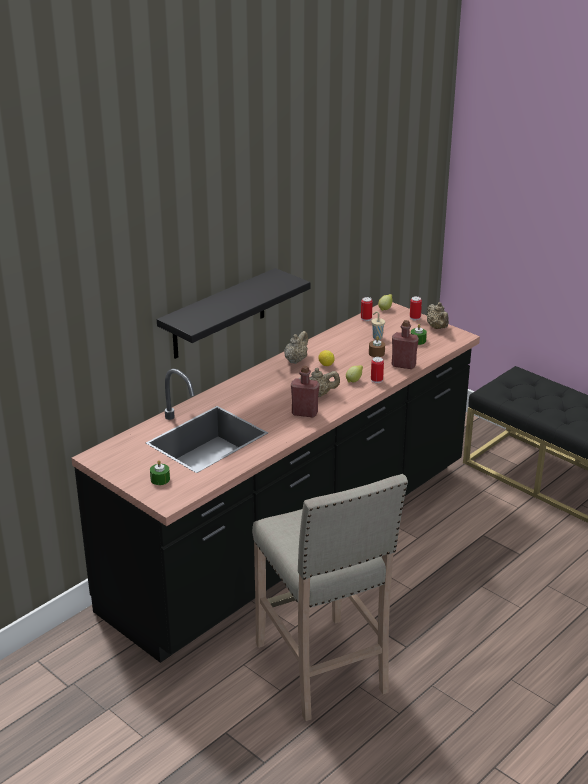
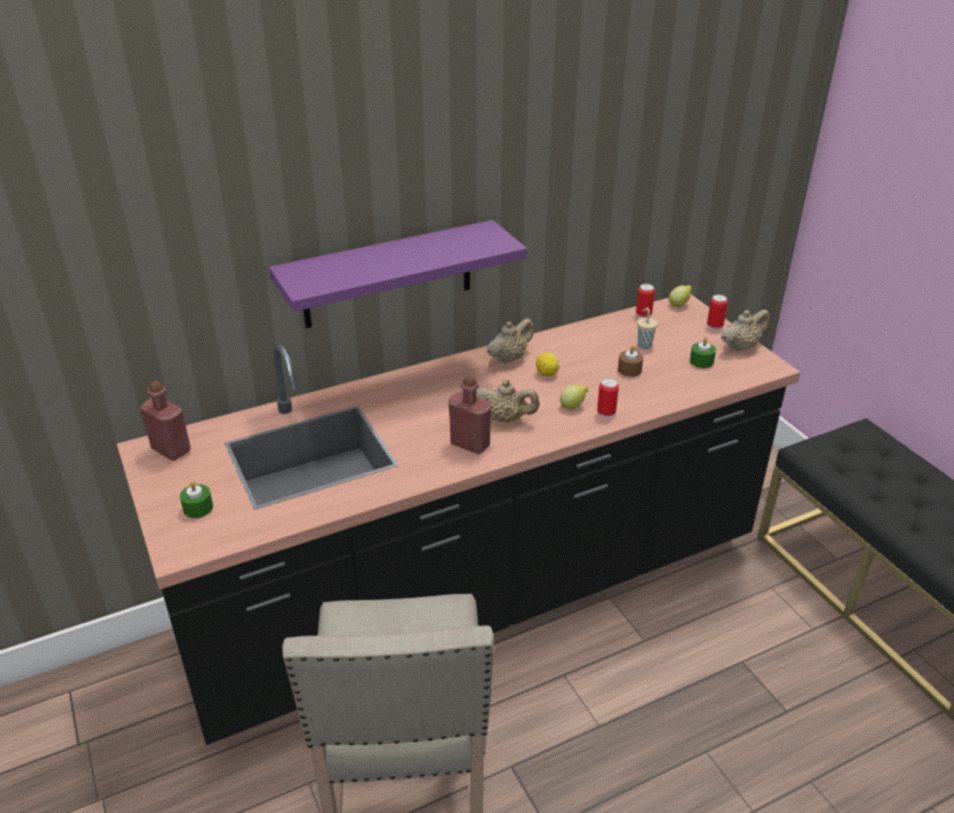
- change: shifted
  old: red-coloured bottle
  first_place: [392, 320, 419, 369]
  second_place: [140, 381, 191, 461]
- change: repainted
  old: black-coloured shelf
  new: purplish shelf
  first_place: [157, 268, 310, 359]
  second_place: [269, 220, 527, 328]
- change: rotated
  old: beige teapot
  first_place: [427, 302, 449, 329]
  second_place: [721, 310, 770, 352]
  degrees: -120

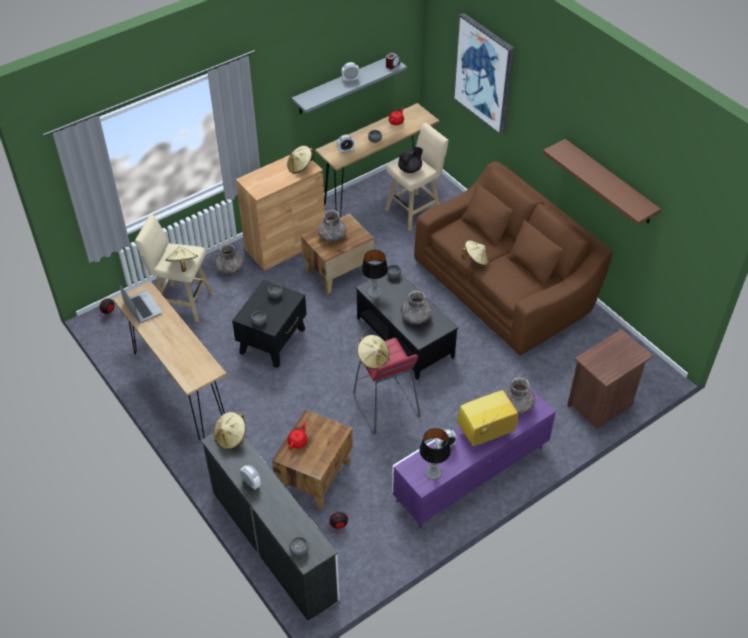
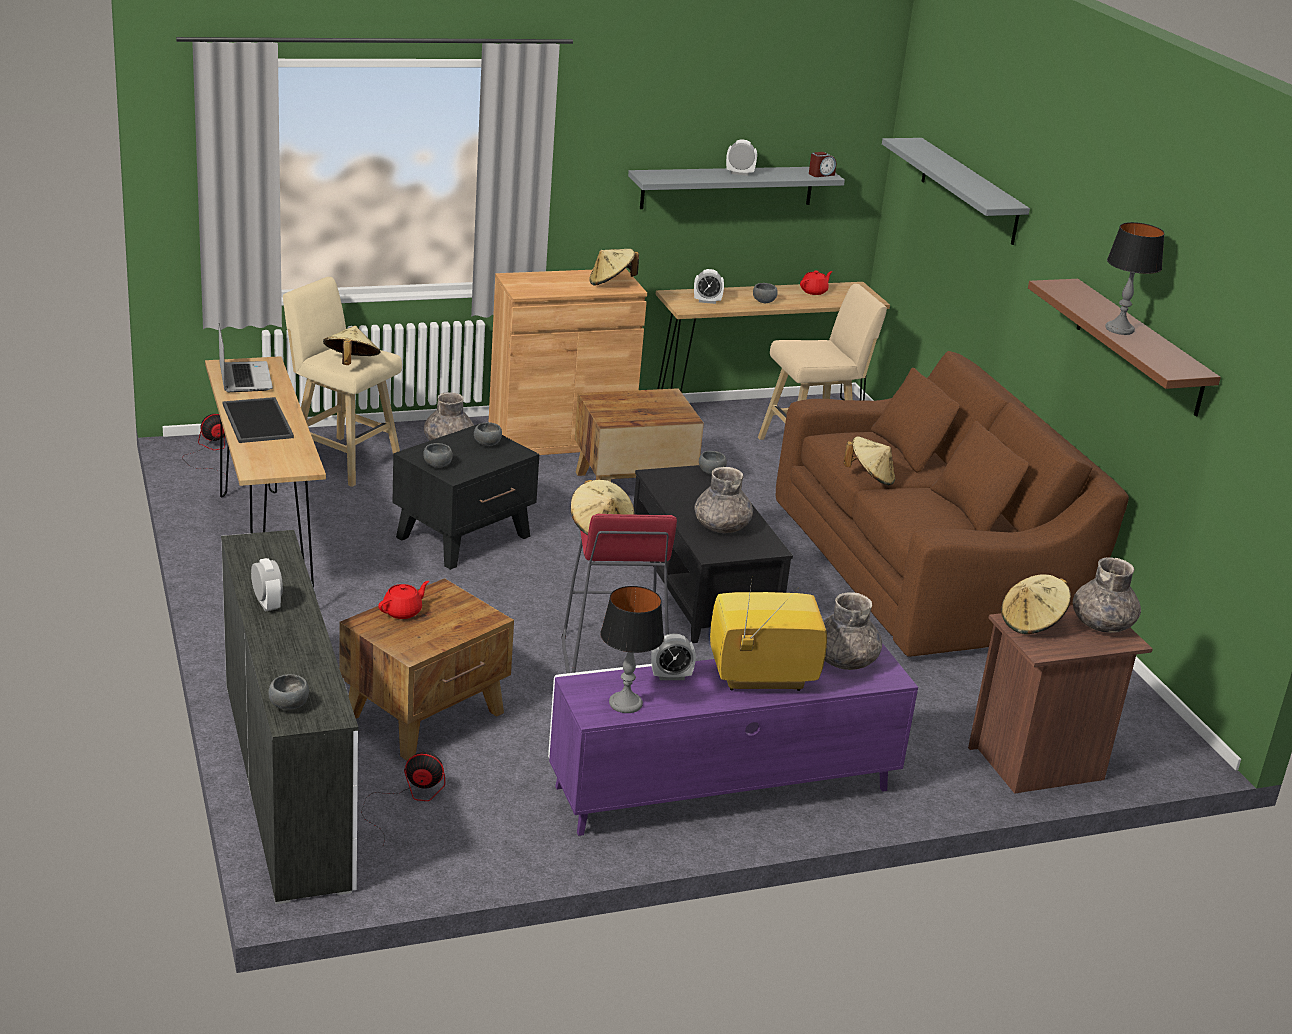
- change: new
  new: tray
  second_place: [222, 397, 294, 443]
- change: swapped
  old: picture
  new: gray shelf
  first_place: [453, 13, 514, 134]
  second_place: [882, 138, 1030, 245]
- change: shifted
  old: beige clothing hat
  first_place: [214, 412, 246, 450]
  second_place: [1001, 574, 1071, 634]
- change: shifted
  old: gray decorative vase
  first_place: [318, 210, 346, 242]
  second_place: [1073, 557, 1141, 633]
- change: shifted
  old: table lamp
  first_place: [362, 250, 388, 298]
  second_place: [1105, 222, 1165, 335]
- change: gone
  old: black-coloured teapot
  first_place: [398, 147, 423, 173]

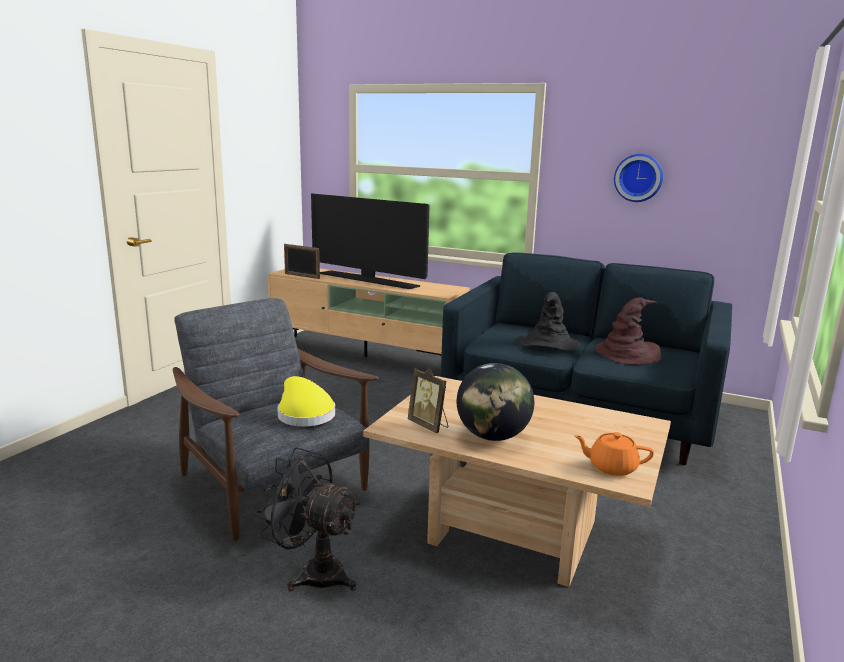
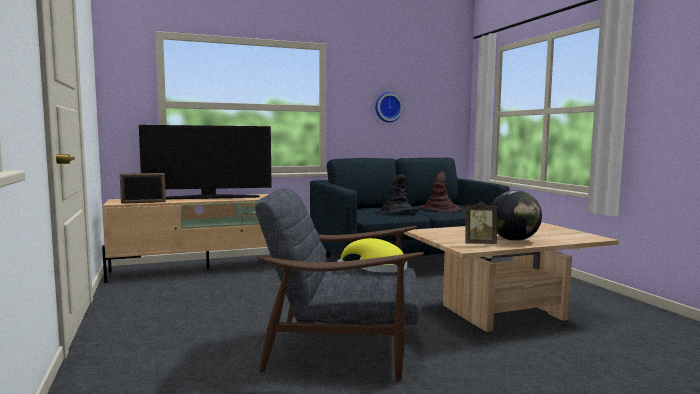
- change: gone
  old: black-coloured electric fan
  first_place: [254, 447, 360, 591]
- change: gone
  old: orange-coloured teapot
  first_place: [574, 432, 654, 476]

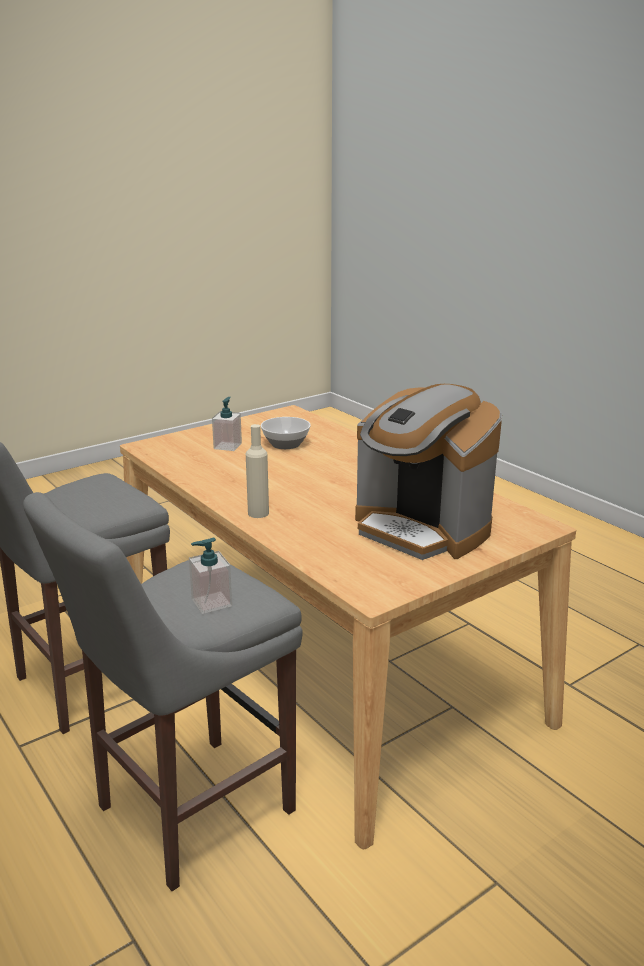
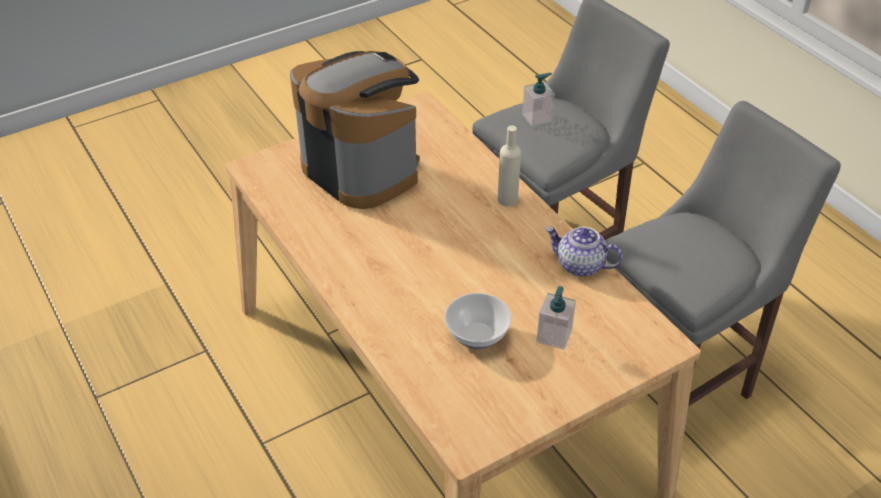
- change: new
  new: teapot
  second_place: [545, 227, 623, 277]

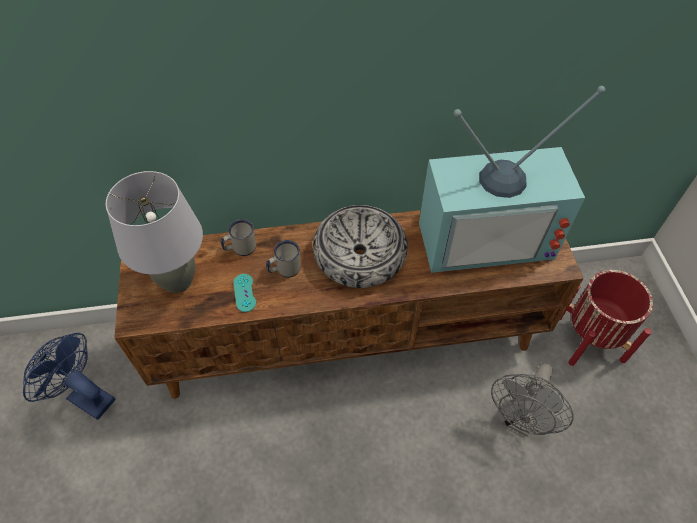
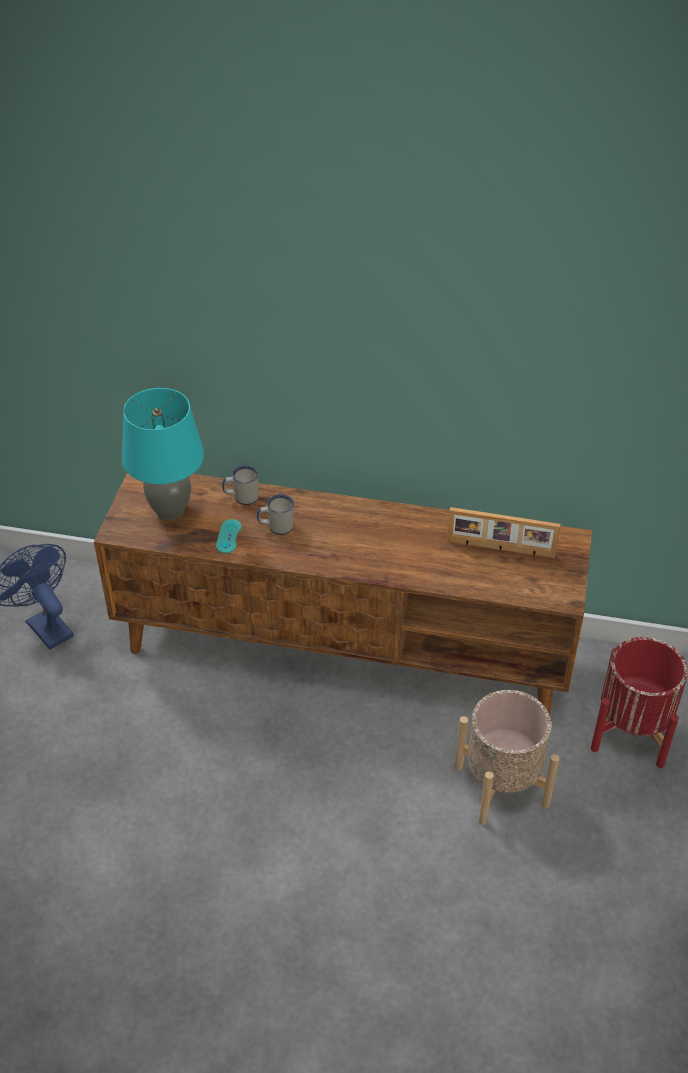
- change: repainted
  old: gray table lamp
  new: blue-green table lamp
  first_place: [106, 171, 203, 293]
  second_place: [122, 388, 204, 520]
- change: swapped
  old: television
  new: photo frame
  first_place: [419, 86, 605, 273]
  second_place: [447, 507, 560, 558]
- change: swapped
  old: gray electric fan
  new: beige planter
  first_place: [491, 363, 574, 437]
  second_place: [455, 690, 560, 825]
- change: gone
  old: deep dish
  first_place: [313, 205, 408, 288]

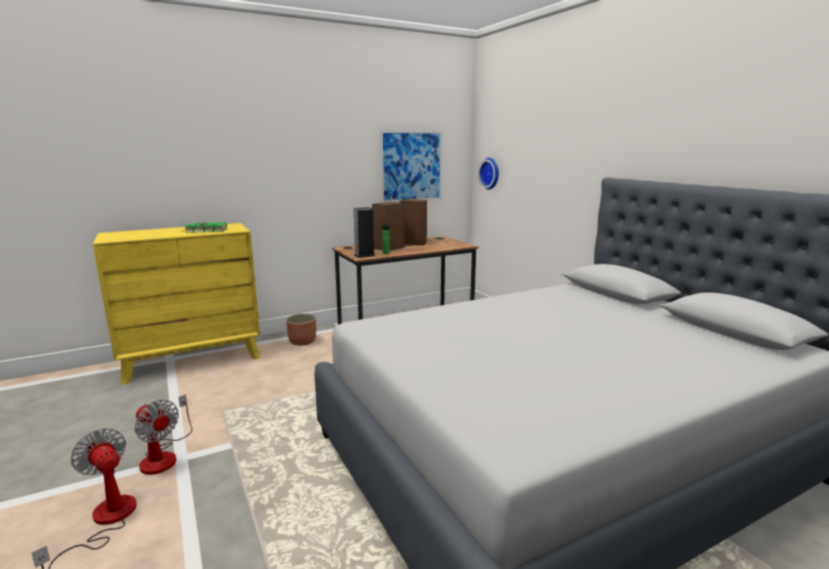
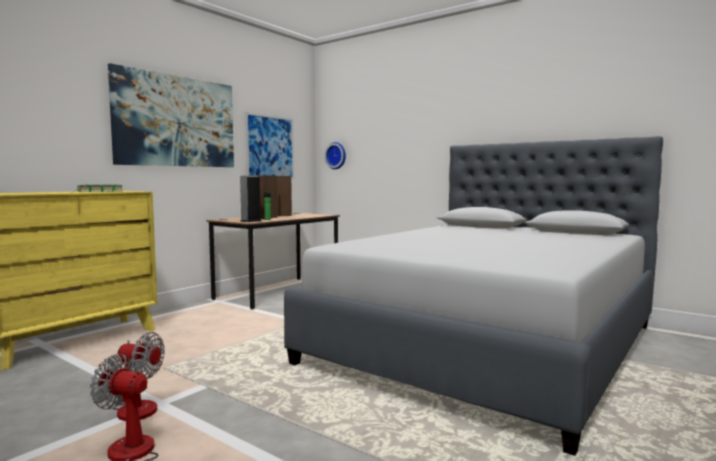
- change: new
  new: picture
  second_place: [108, 63, 234, 167]
- change: gone
  old: planter
  first_place: [286, 314, 316, 346]

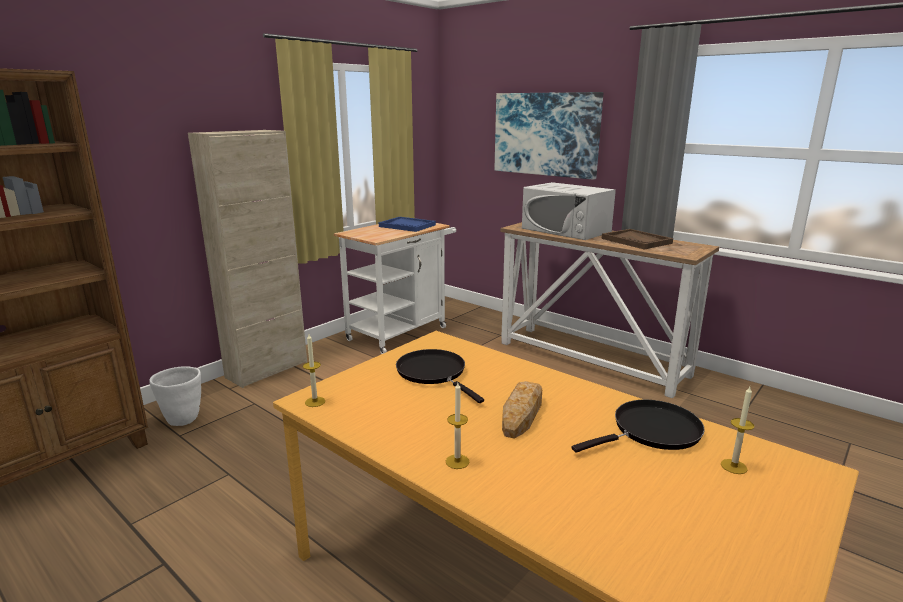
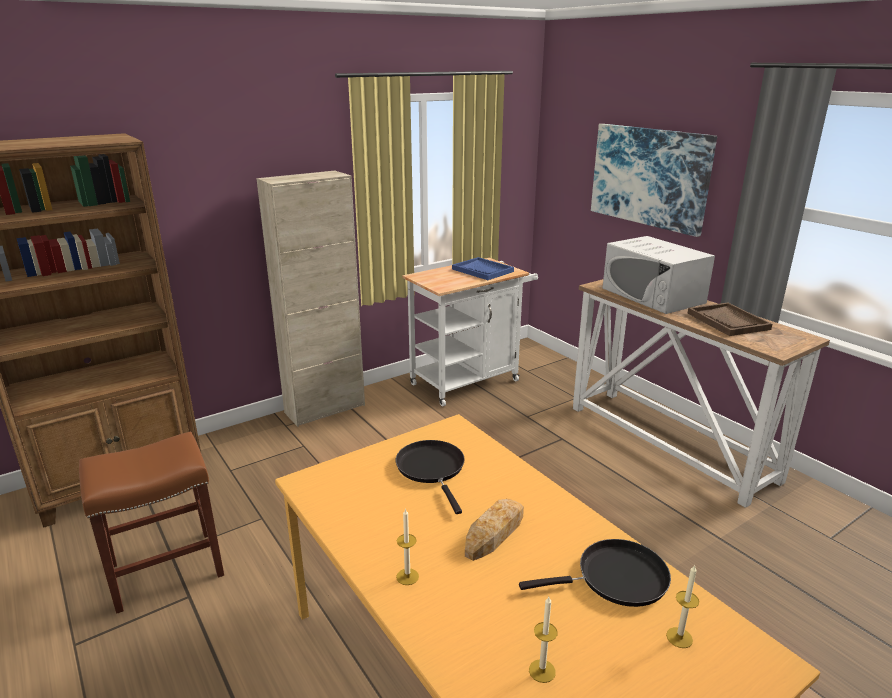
- change: new
  new: brownish stool
  second_place: [79, 432, 224, 614]
- change: shifted
  old: wax light
  first_place: [303, 334, 325, 407]
  second_place: [529, 597, 557, 683]
- change: gone
  old: white-coloured planter
  first_place: [149, 366, 201, 426]

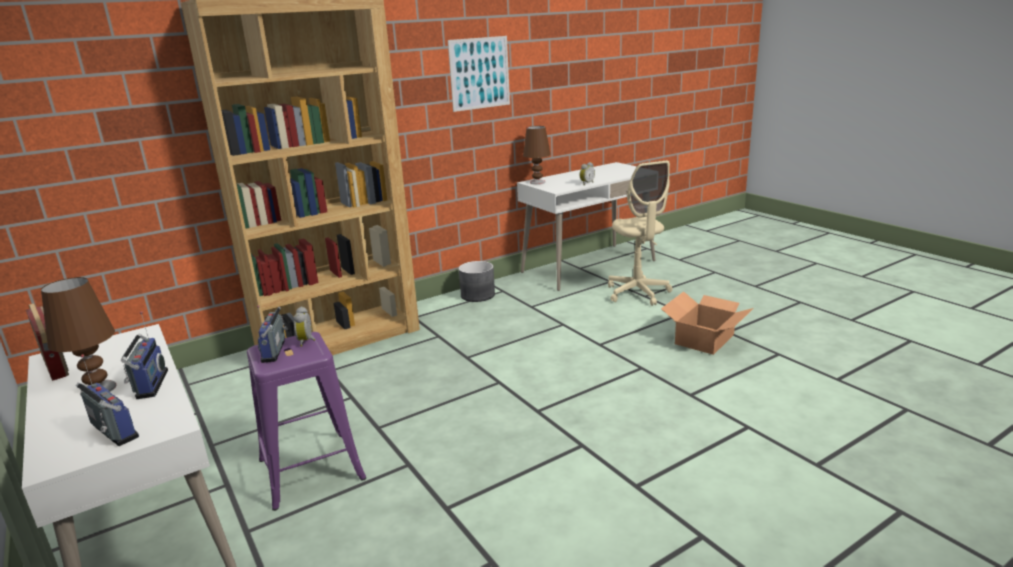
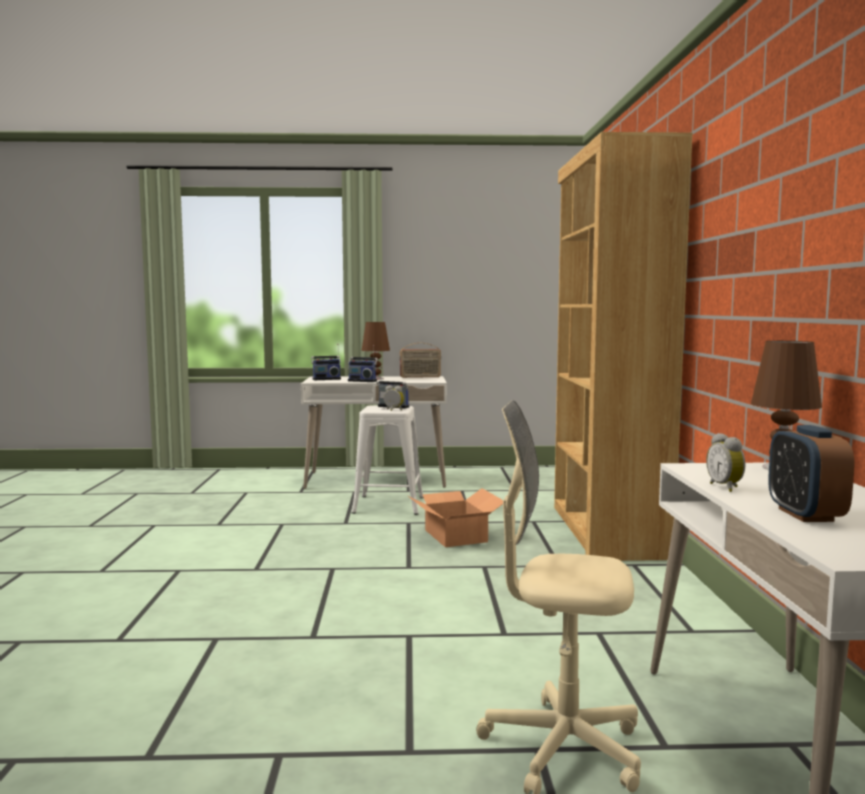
- change: repainted
  old: purplish stool
  new: white-coloured stool
  first_place: [247, 332, 366, 511]
  second_place: [352, 405, 423, 515]
- change: shifted
  old: cardboard box
  first_place: [661, 292, 754, 355]
  second_place: [408, 488, 503, 547]
- change: new
  new: table clock
  second_place: [768, 425, 854, 522]
- change: gone
  old: picture
  first_place: [448, 36, 510, 112]
- change: gone
  old: gray planter
  first_place: [458, 261, 495, 302]

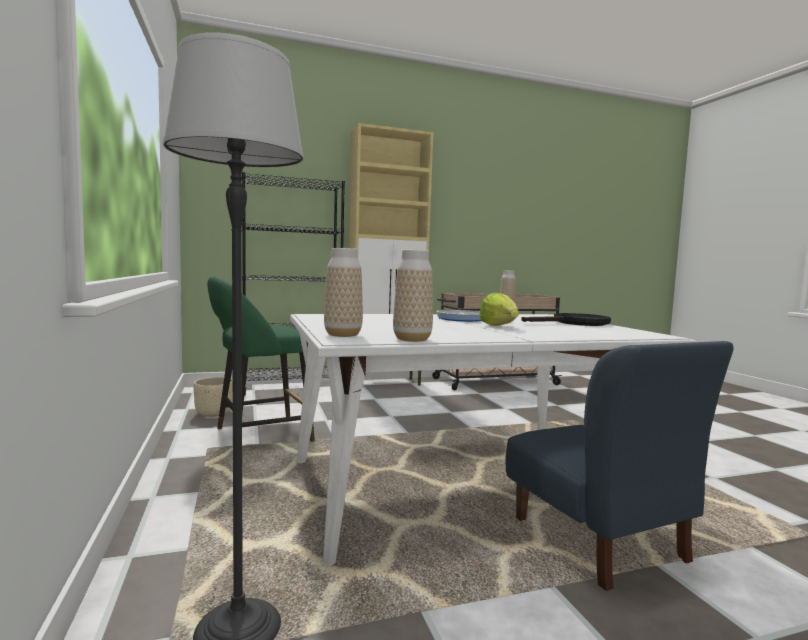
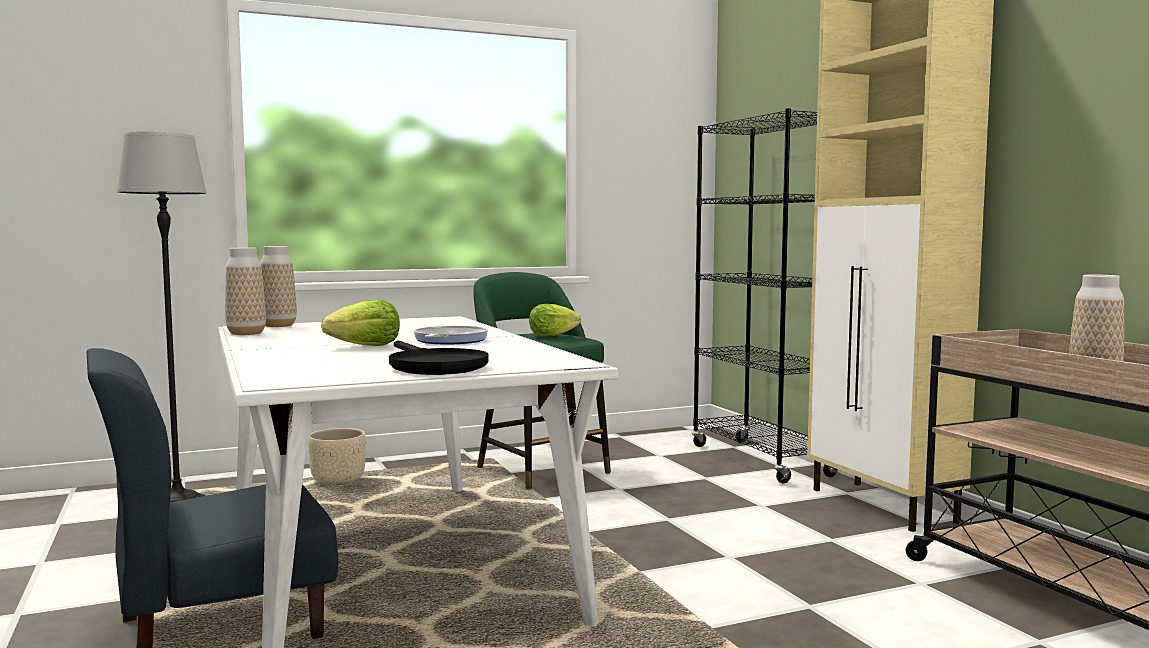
- change: shifted
  old: beige planter
  first_place: [193, 377, 233, 417]
  second_place: [308, 428, 366, 485]
- change: new
  new: lettuce head
  second_place: [529, 304, 581, 336]

